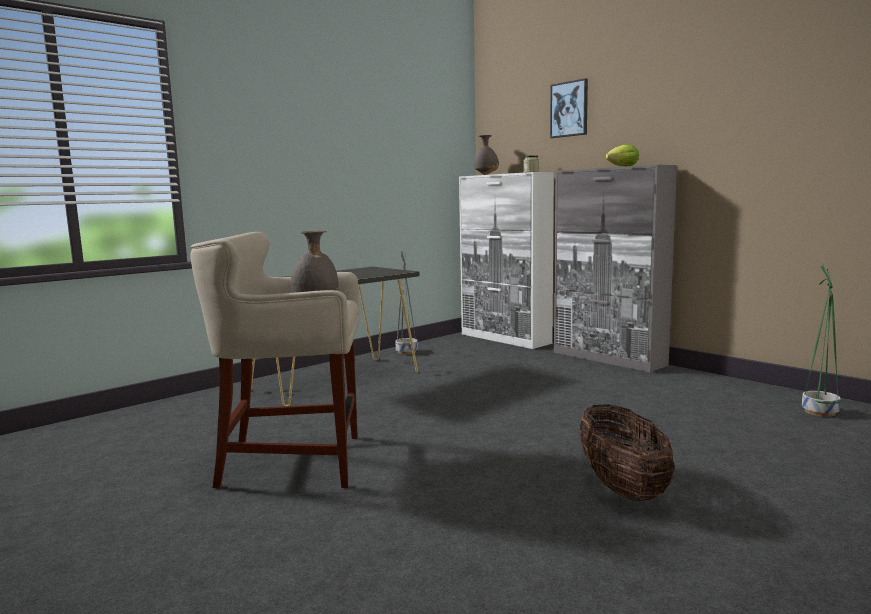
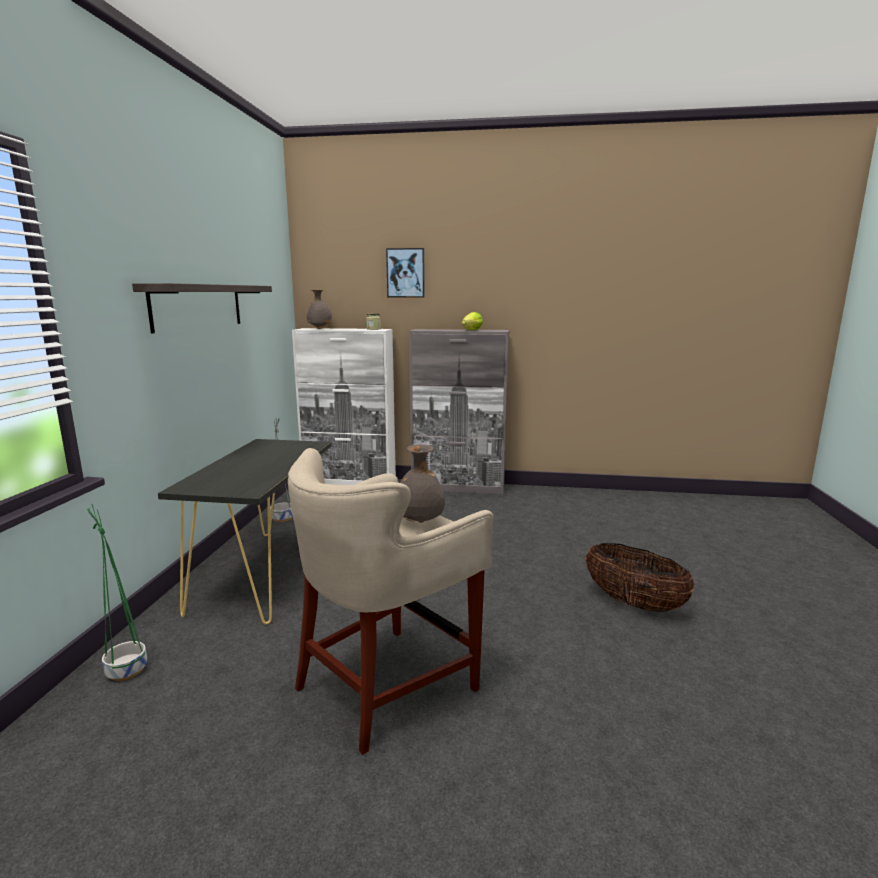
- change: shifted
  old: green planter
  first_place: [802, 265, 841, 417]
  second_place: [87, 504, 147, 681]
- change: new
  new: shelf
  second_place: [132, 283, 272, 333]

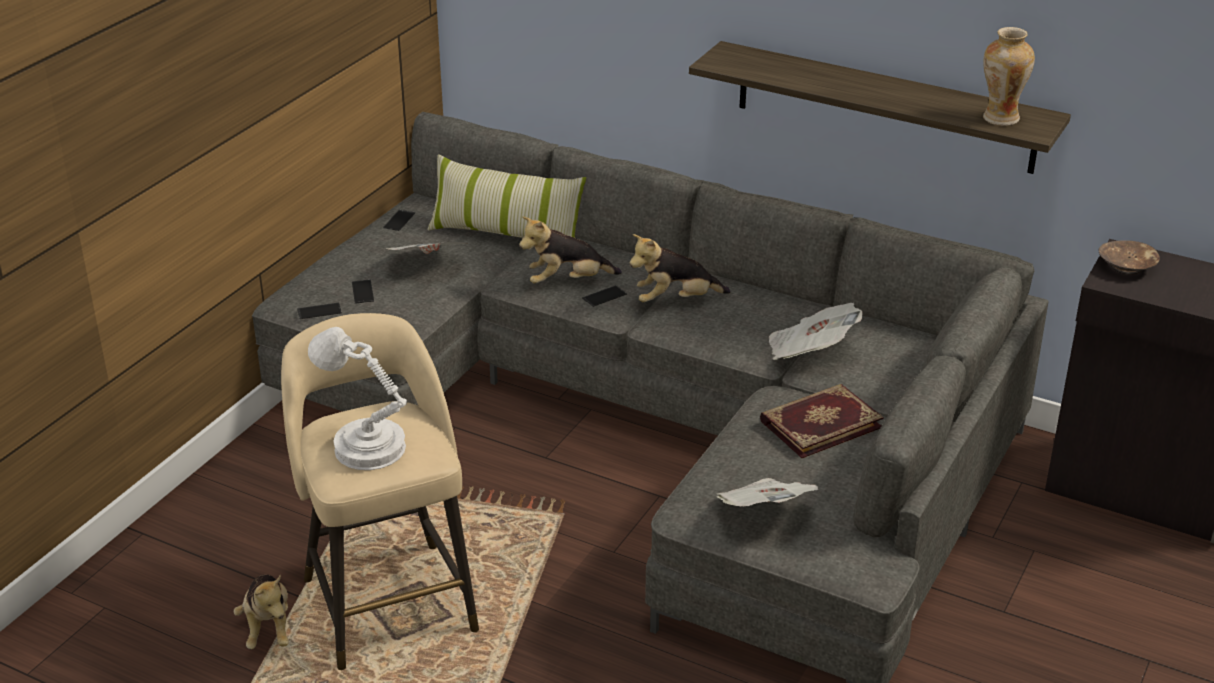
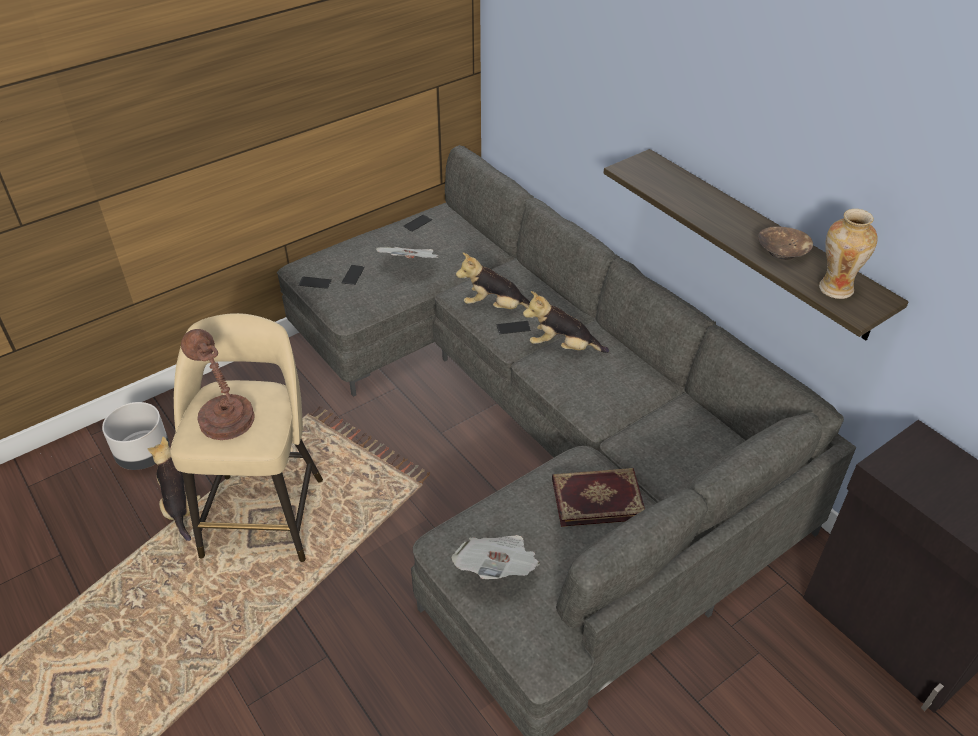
- change: new
  new: gray planter
  second_place: [102, 402, 170, 470]
- change: rotated
  old: cuddly toy
  first_place: [233, 574, 289, 649]
  second_place: [147, 437, 201, 541]
  degrees: 150
- change: repainted
  old: white-coloured table lamp
  new: brownish table lamp
  first_place: [308, 327, 407, 470]
  second_place: [181, 329, 255, 440]
- change: shifted
  old: brownish deep dish
  first_place: [1099, 240, 1160, 275]
  second_place: [758, 226, 813, 260]
- change: gone
  old: throw pillow
  first_place: [427, 154, 586, 238]
- change: gone
  old: printed paper
  first_place: [769, 303, 863, 360]

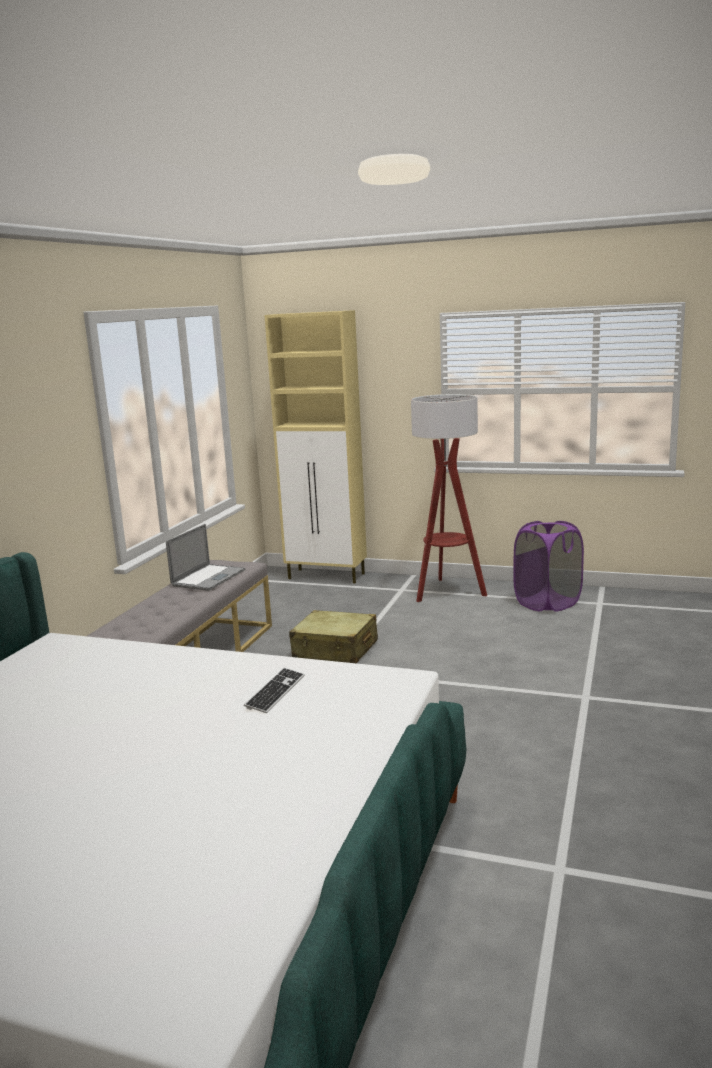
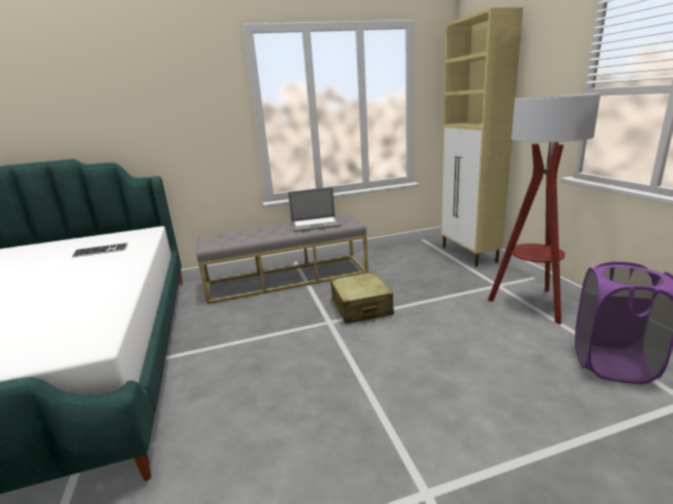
- change: shifted
  old: keyboard
  first_place: [244, 668, 305, 713]
  second_place: [72, 243, 128, 257]

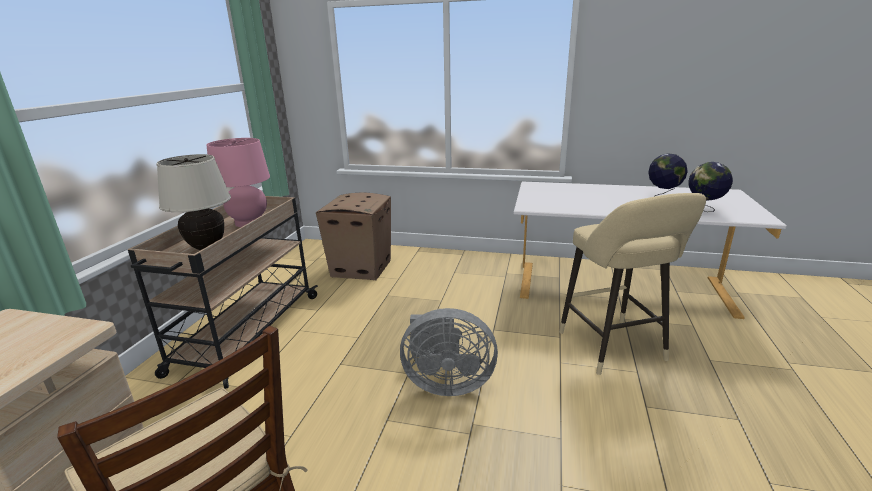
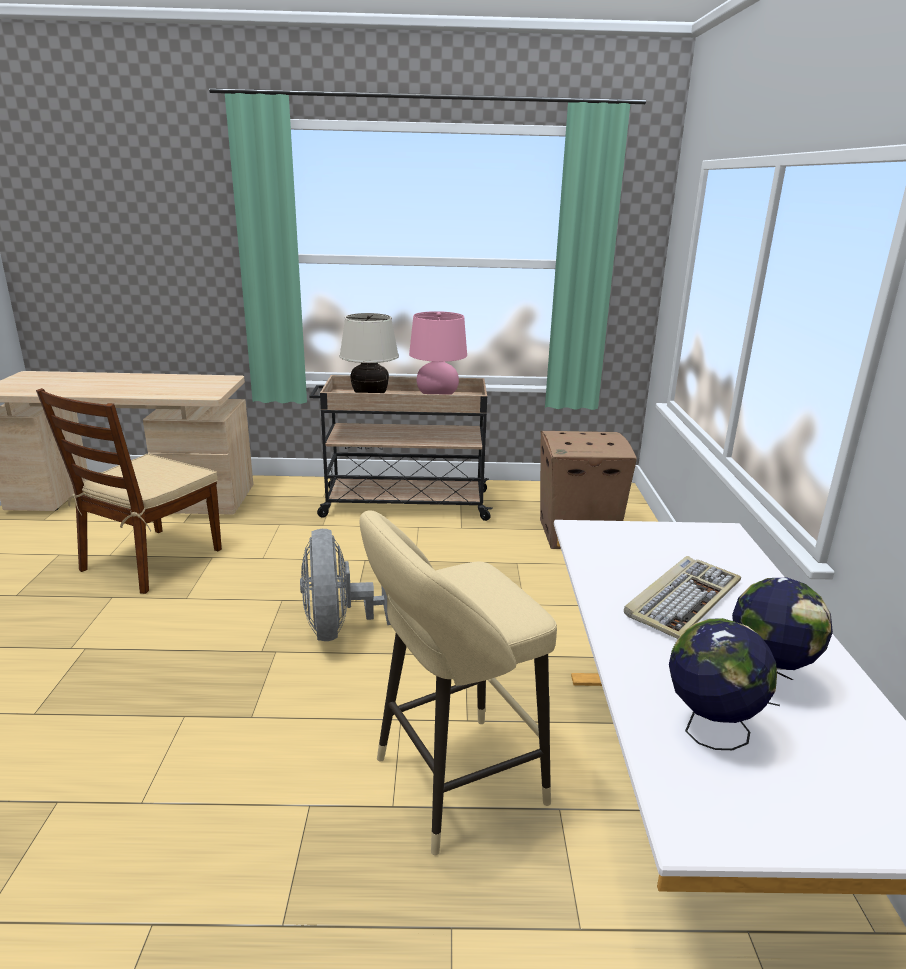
- change: new
  new: keyboard
  second_place: [624, 556, 741, 639]

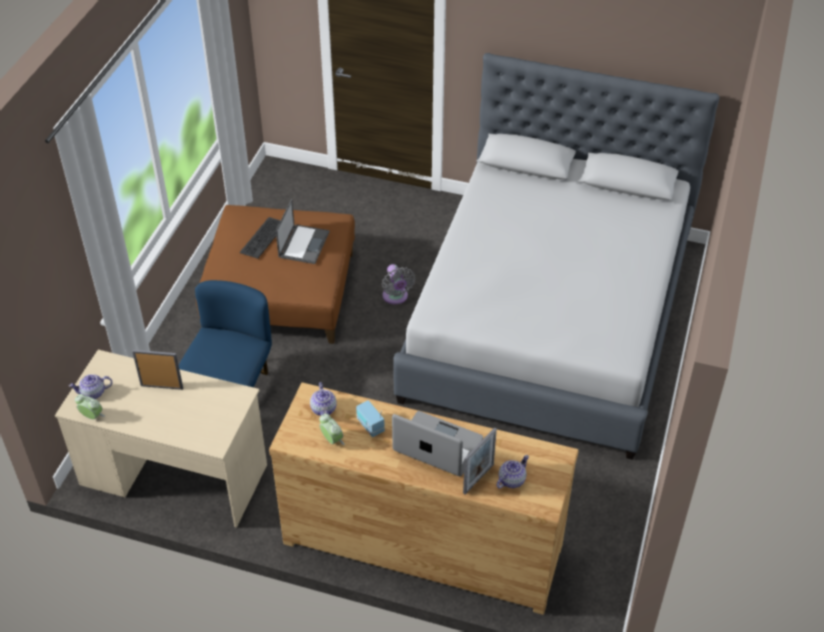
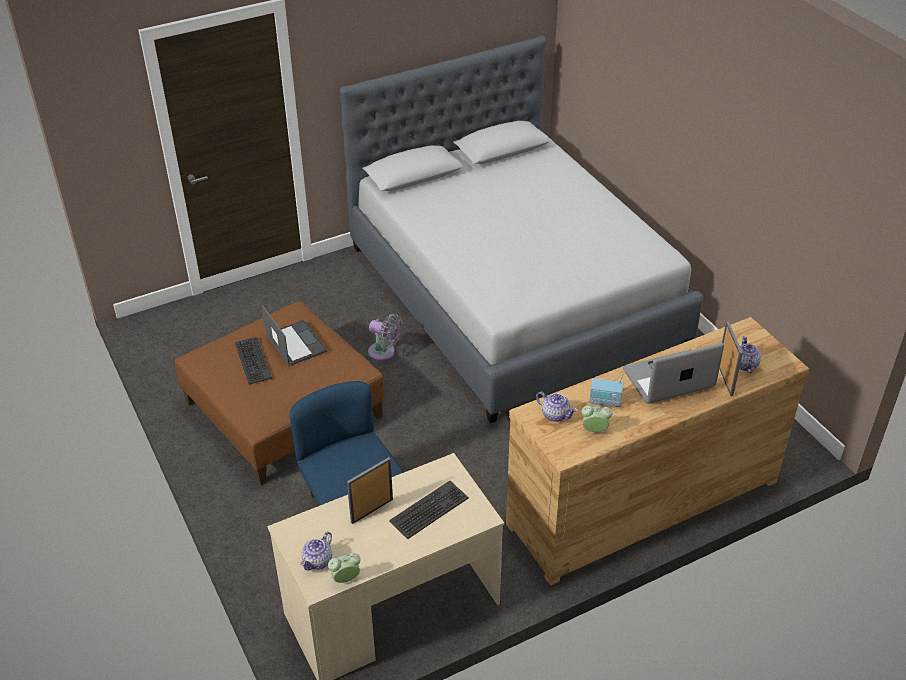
- change: new
  new: keyboard
  second_place: [389, 481, 469, 539]

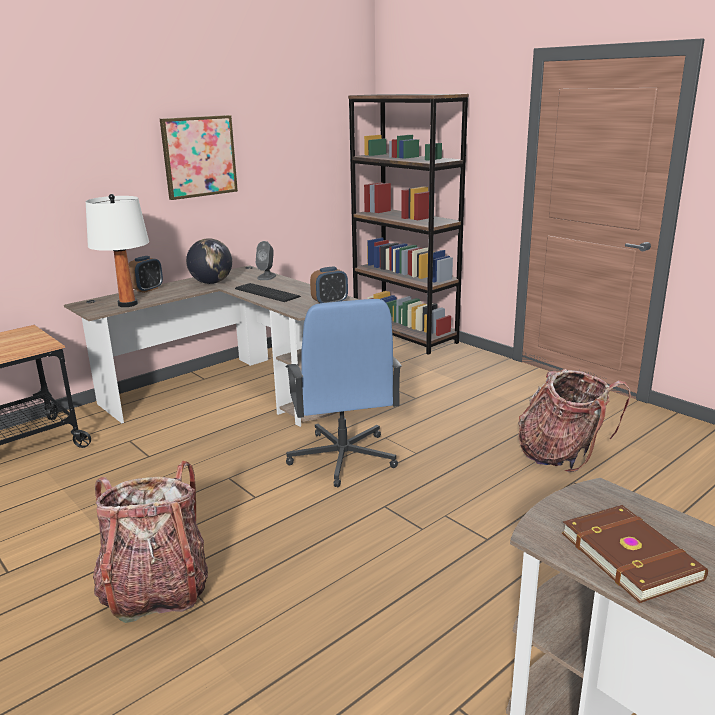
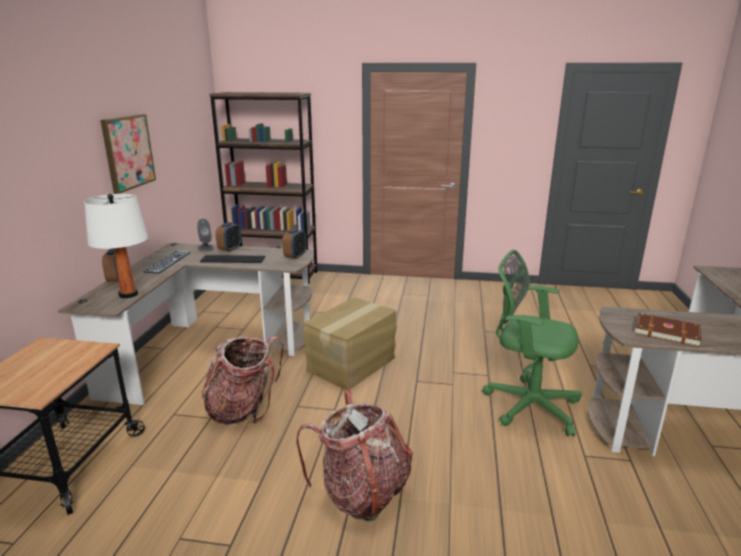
- change: swapped
  old: globe
  new: keyboard
  first_place: [186, 238, 232, 284]
  second_place: [143, 251, 191, 273]
- change: shifted
  old: backpack
  first_place: [518, 369, 631, 472]
  second_place: [201, 336, 284, 425]
- change: new
  new: table clock
  second_place: [215, 222, 241, 252]
- change: swapped
  old: blue office chair
  new: cardboard box
  first_place: [286, 299, 402, 487]
  second_place: [303, 297, 397, 390]
- change: new
  new: green office chair
  second_place: [482, 250, 582, 436]

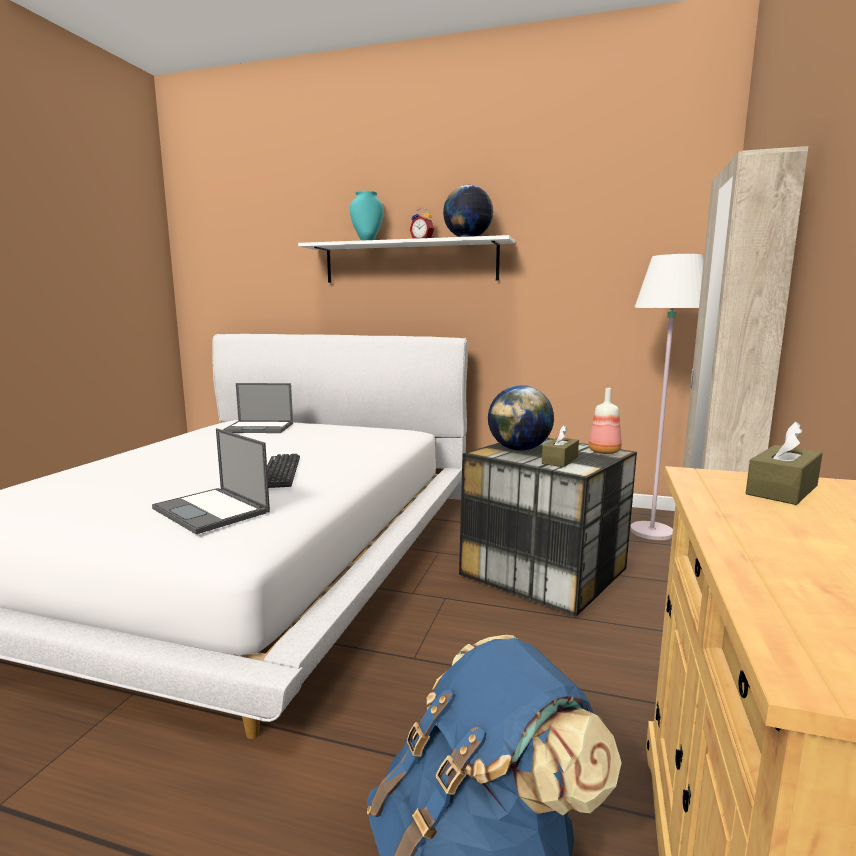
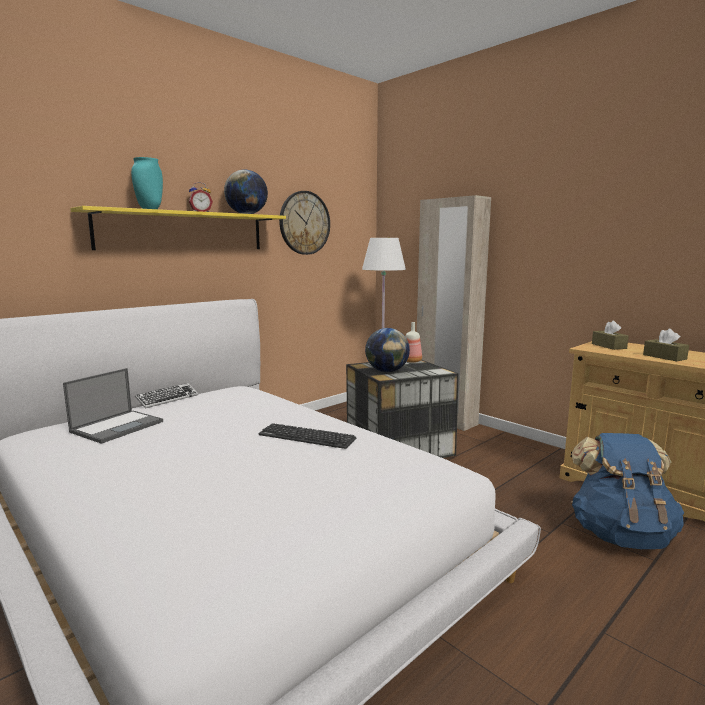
- change: repainted
  old: white-coloured shelf
  new: yellow shelf
  first_place: [298, 235, 515, 283]
  second_place: [70, 206, 286, 250]
- change: new
  new: keyboard
  second_place: [135, 383, 198, 409]
- change: new
  new: clock on the wall
  second_place: [279, 191, 330, 255]
- change: shifted
  old: brownish tissue holder
  first_place: [542, 425, 579, 467]
  second_place: [643, 329, 689, 361]
- change: gone
  old: portable computer
  first_place: [152, 428, 270, 534]

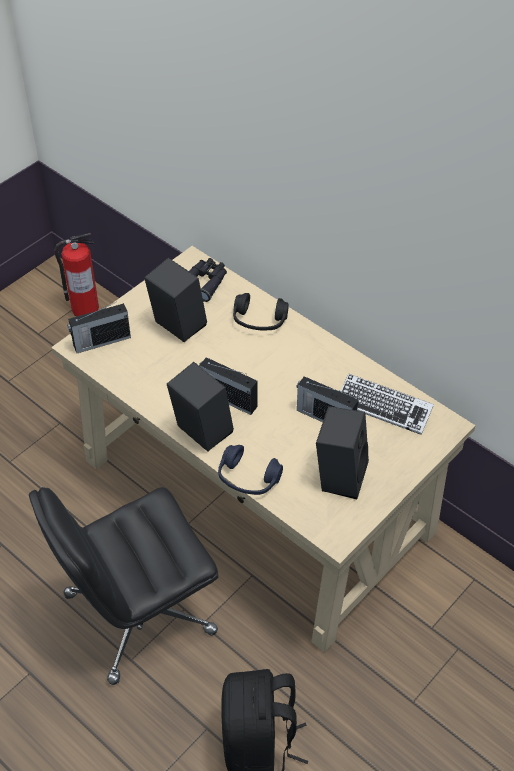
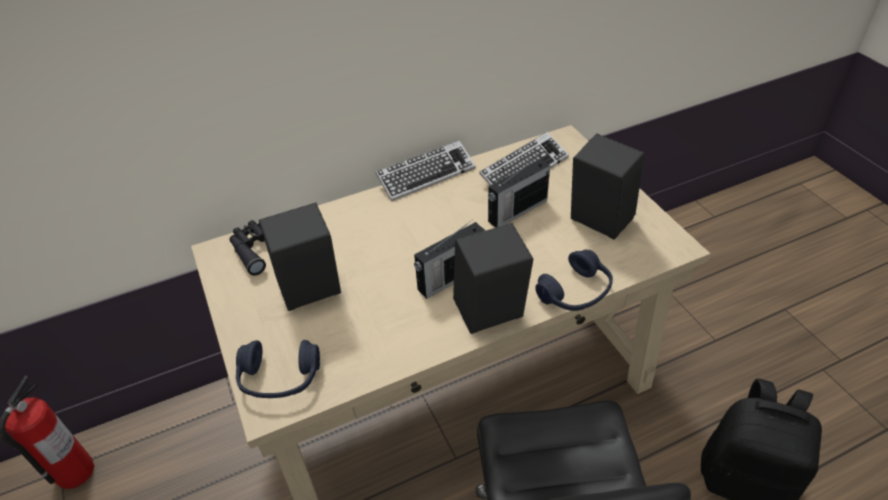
- change: swapped
  old: radio set
  new: blue headphones
  first_place: [67, 302, 131, 353]
  second_place: [236, 340, 320, 398]
- change: new
  new: keyboard
  second_place: [376, 140, 476, 201]
- change: gone
  old: black-coloured headphones
  first_place: [233, 293, 289, 331]

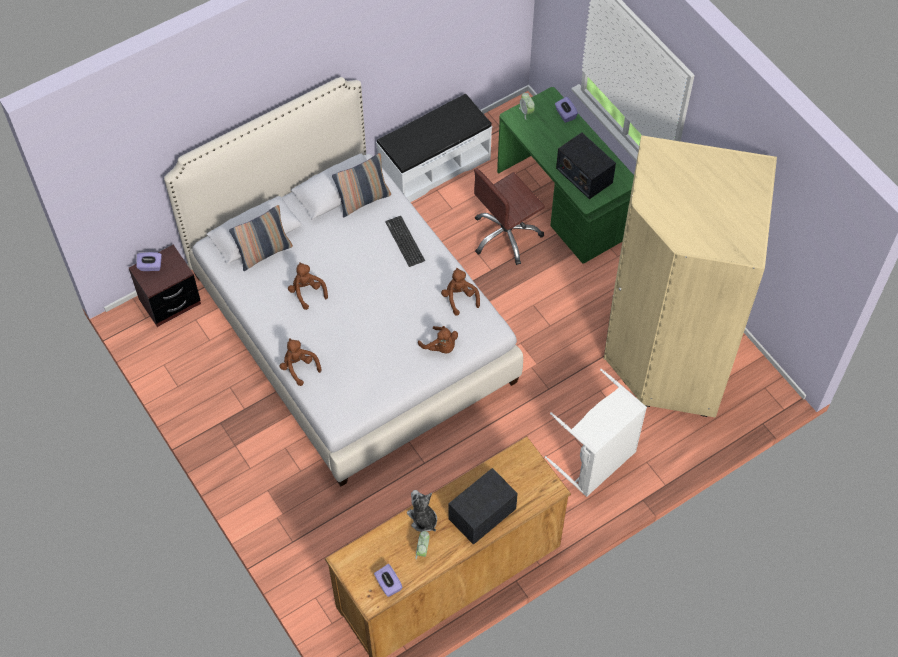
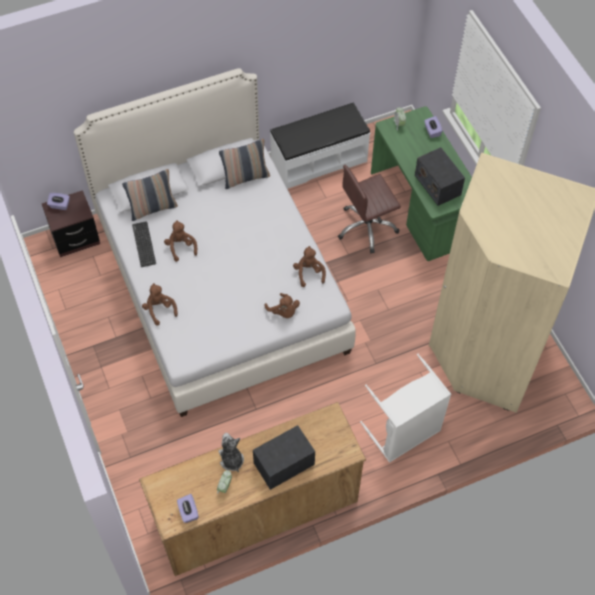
- change: shifted
  old: keyboard
  first_place: [385, 216, 425, 267]
  second_place: [132, 221, 156, 267]

